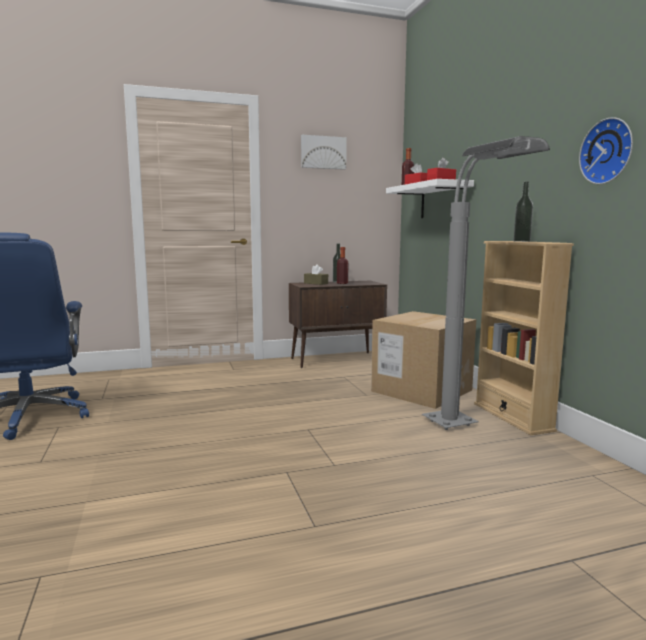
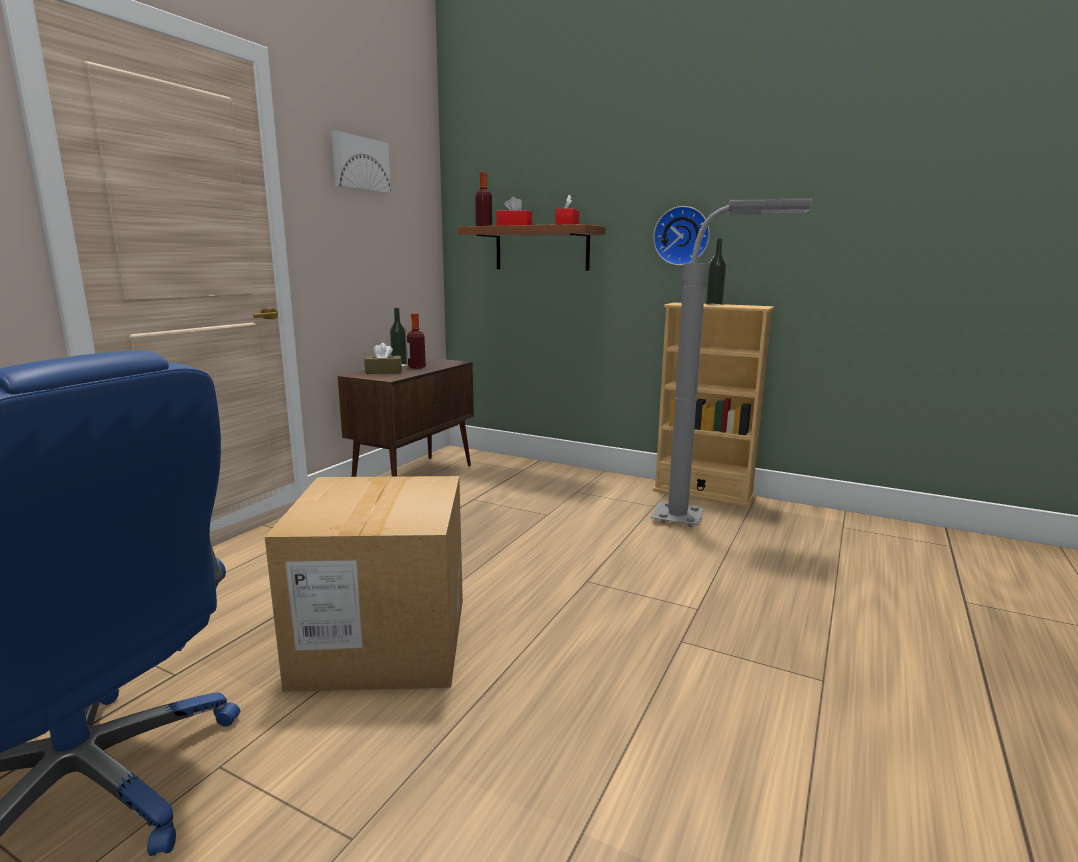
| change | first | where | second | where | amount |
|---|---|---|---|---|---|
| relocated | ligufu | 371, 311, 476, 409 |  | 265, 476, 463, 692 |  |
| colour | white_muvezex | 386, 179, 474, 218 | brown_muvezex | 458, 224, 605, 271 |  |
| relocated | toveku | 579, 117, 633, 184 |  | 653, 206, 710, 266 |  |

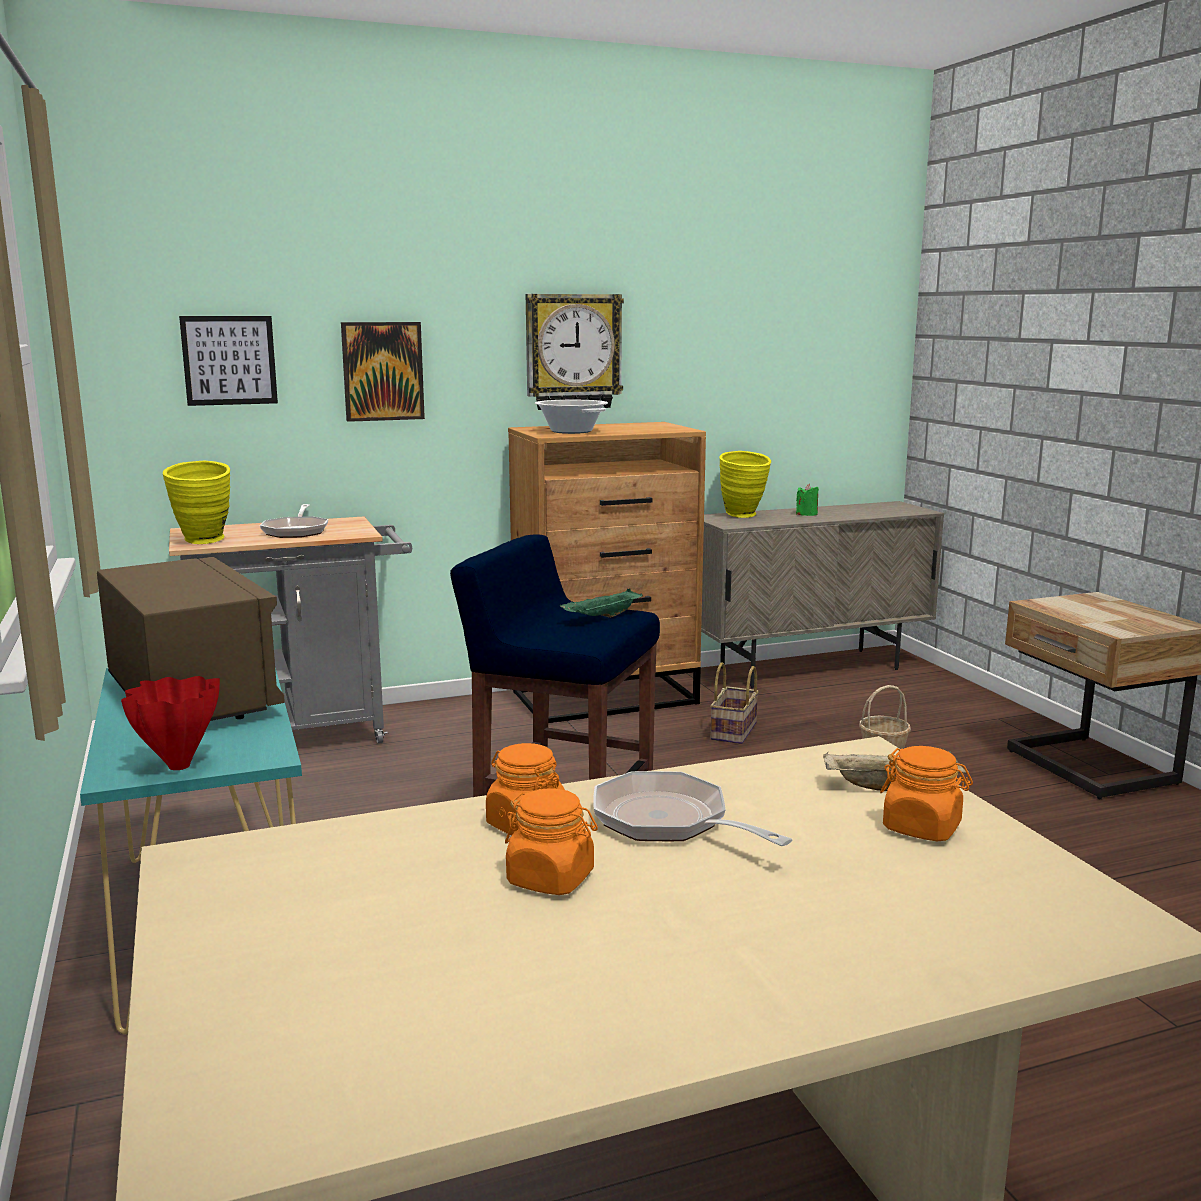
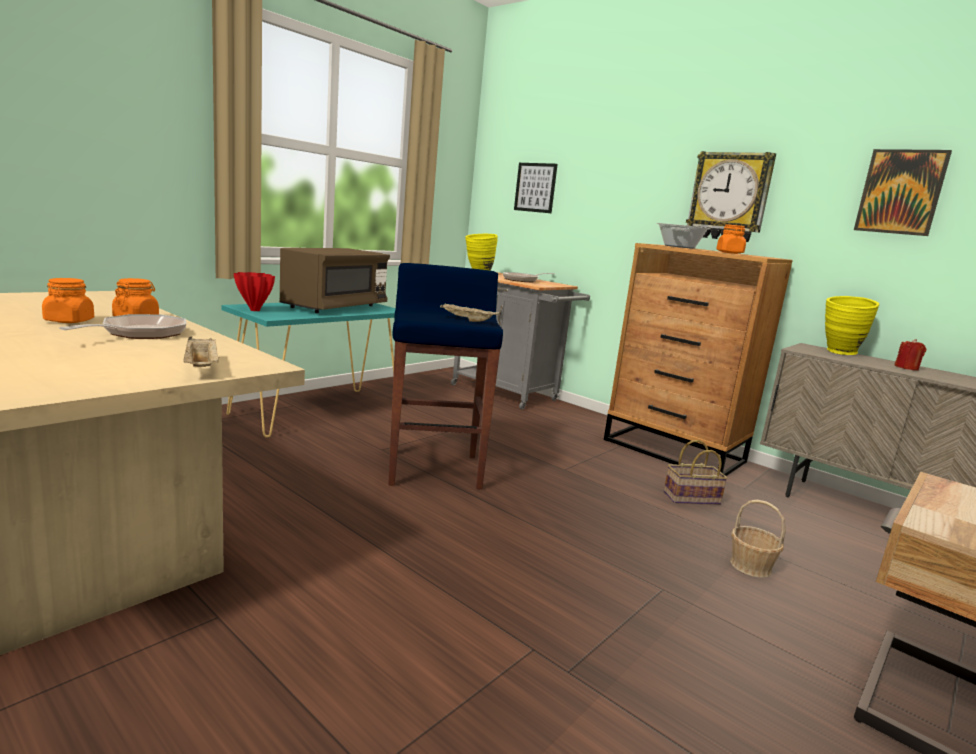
| change | first | where | second | where | amount |
|---|---|---|---|---|---|
| colour | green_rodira | 560, 589, 643, 618 | beige_rodira | 440, 303, 500, 322 |  |
| relocated | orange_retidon | 880, 746, 973, 841 |  | 716, 225, 746, 254 |  |
| relocated | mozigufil | 341, 322, 425, 422 |  | 854, 149, 952, 236 |  |
| colour | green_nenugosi | 796, 484, 819, 516 | red_nenugosi | 895, 339, 926, 371 |  |

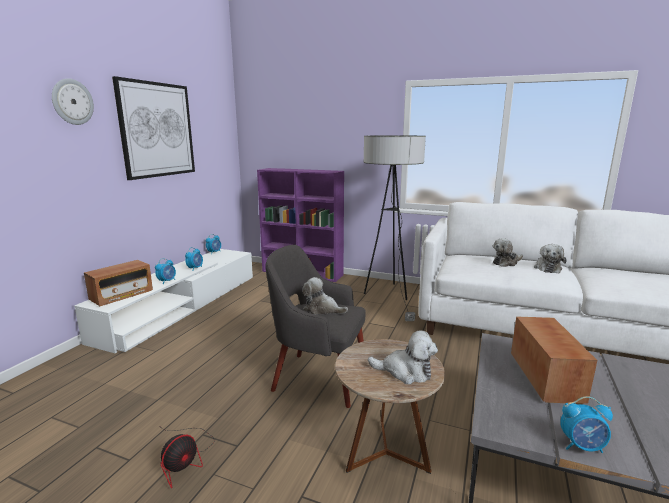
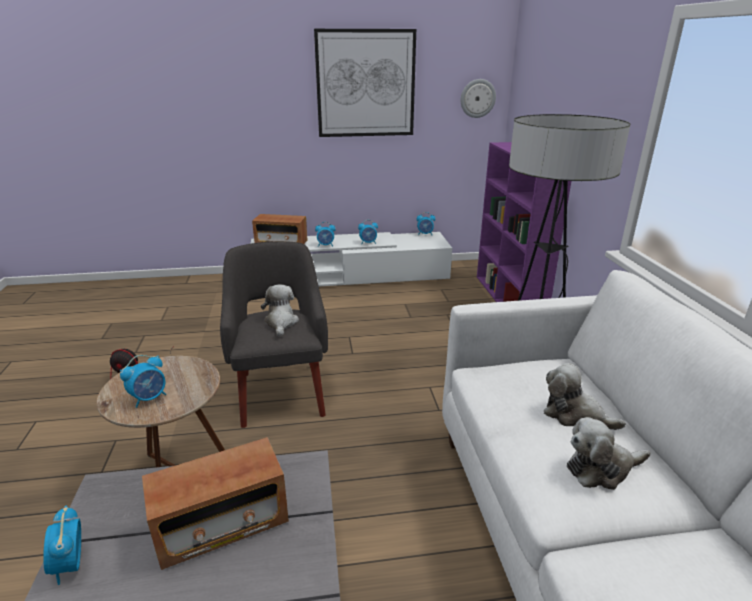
| change | first | where | second | where | amount |
|---|---|---|---|---|---|
| exchanged | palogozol | 368, 331, 438, 384 | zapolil | 120, 355, 166, 408 |  |
| relocated | toveku | 52, 78, 94, 125 |  | 461, 79, 496, 118 |  |

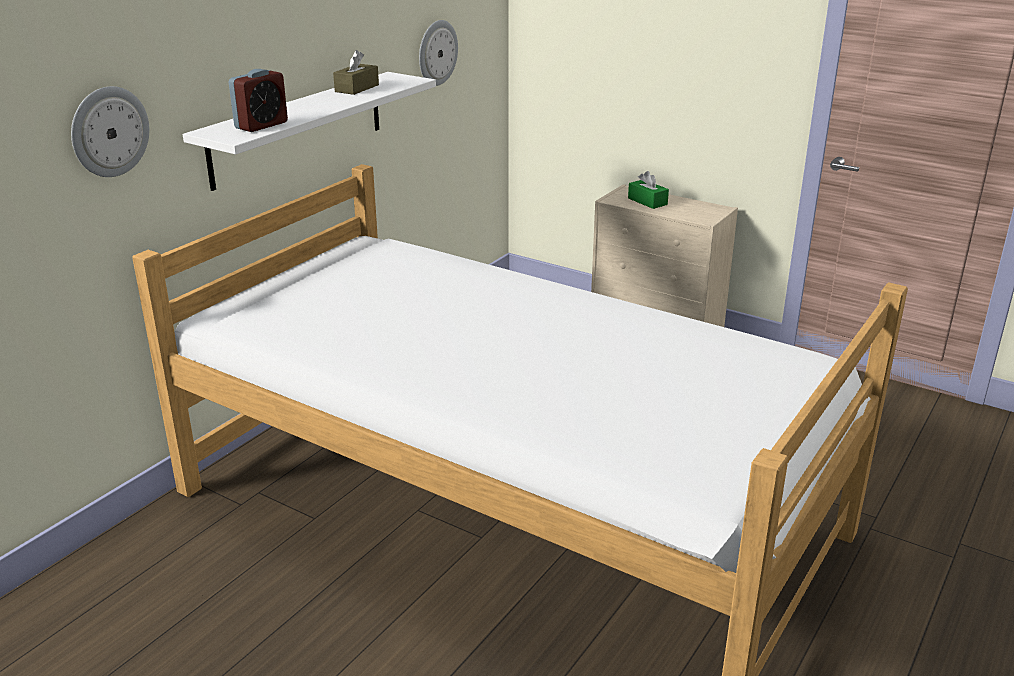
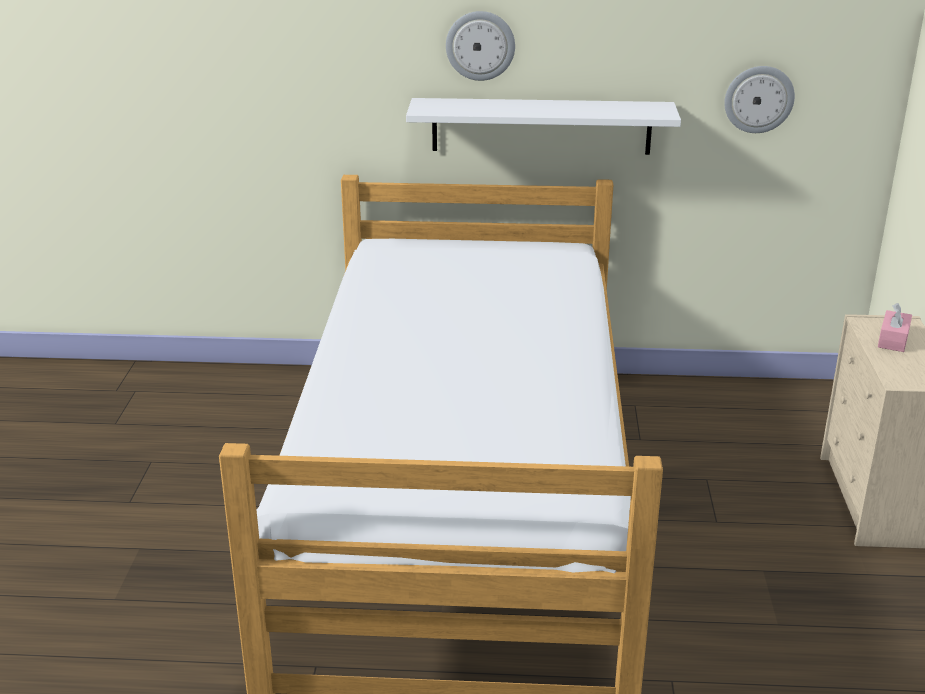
| change | first | where | second | where | amount |
|---|---|---|---|---|---|
| relocated | toveku | 71, 86, 149, 177 |  | 446, 11, 515, 81 |  |
| colour | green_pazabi | 628, 171, 669, 209 | pink_pazabi | 878, 303, 912, 352 |  |
| missing | zapolil | 229, 69, 288, 132 |  |  |  |
| missing | brown_pazabi | 333, 50, 379, 95 |  |  |  |

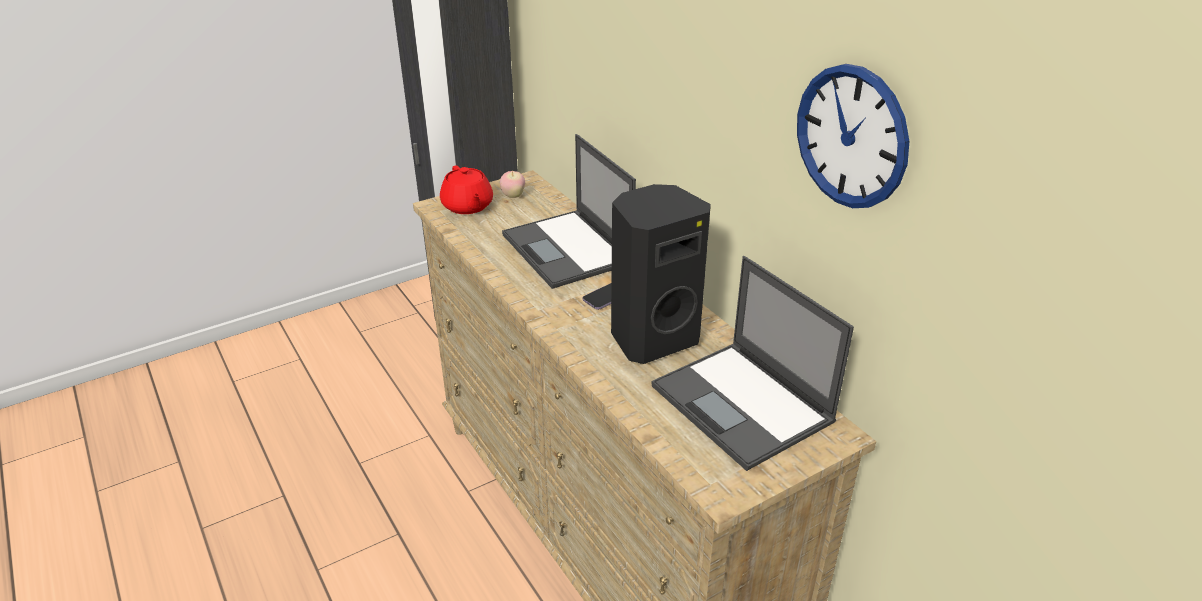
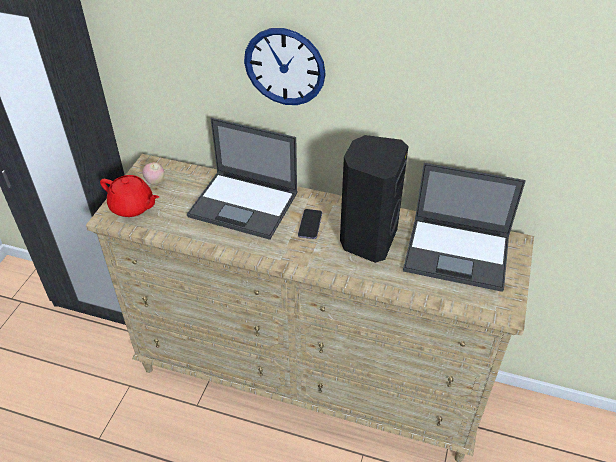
| change | first | where | second | where | amount |
|---|---|---|---|---|---|
| relocated | toveku | 797, 64, 909, 208 |  | 244, 28, 326, 105 |  |

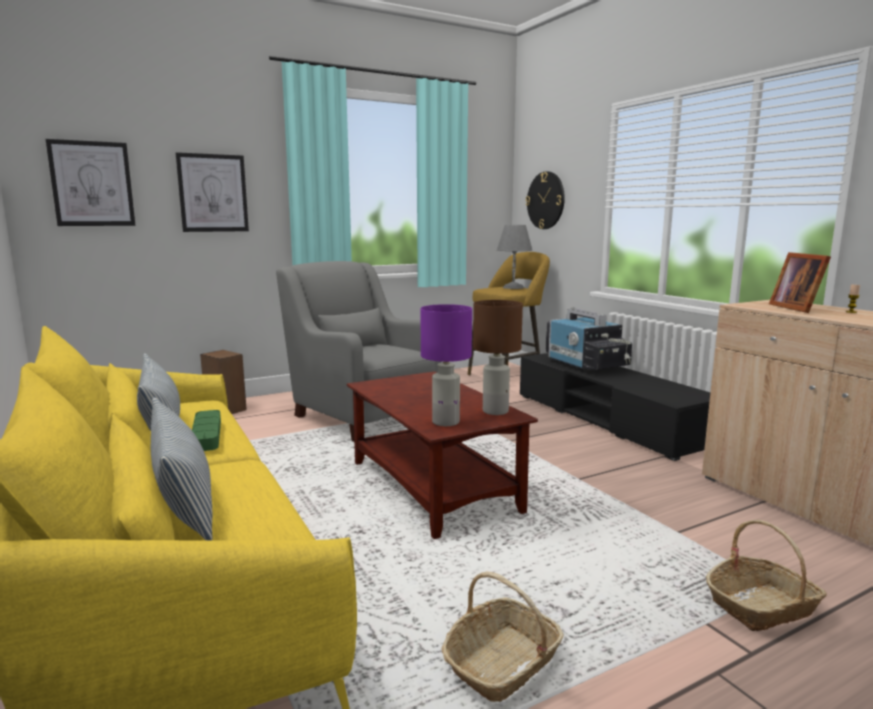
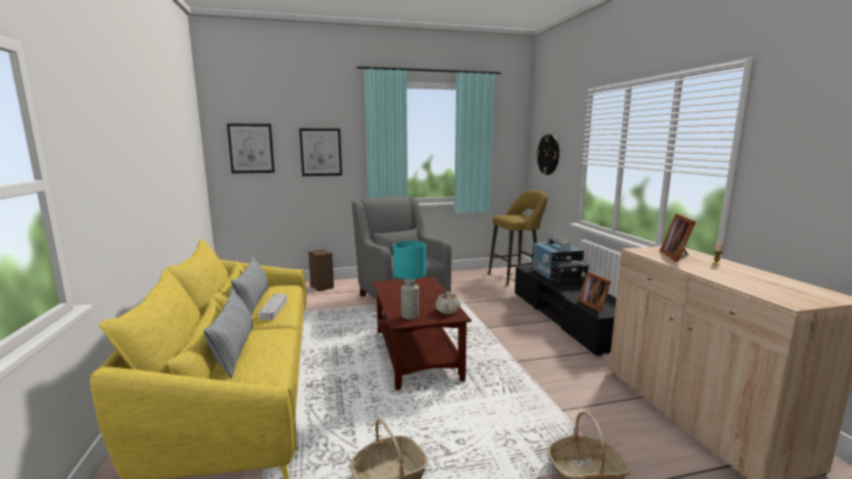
| change | first | where | second | where | amount |
|---|---|---|---|---|---|
| colour | green_rodira | 192, 410, 221, 451 | grey_rodira | 259, 294, 287, 320 |  |
| colour | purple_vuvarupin | 421, 304, 472, 426 | turquoise_vuvarupin | 393, 241, 426, 319 |  |
| exchanged | brown_vuvarupin | 473, 300, 523, 415 | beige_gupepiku | 436, 292, 461, 314 |  |
| appeared |  |  | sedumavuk | 578, 271, 611, 312 |  |
| missing | grey_vuvarupin | 497, 225, 532, 289 |  |  |  |

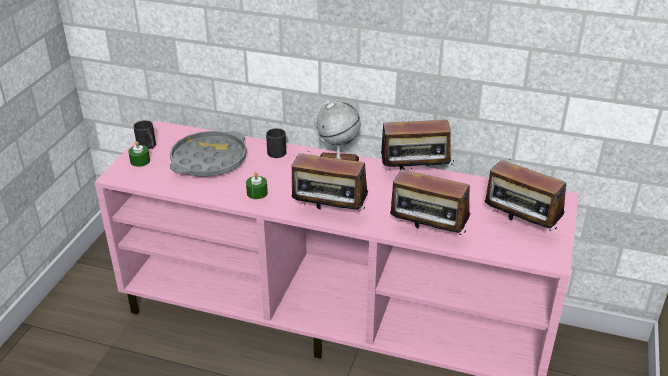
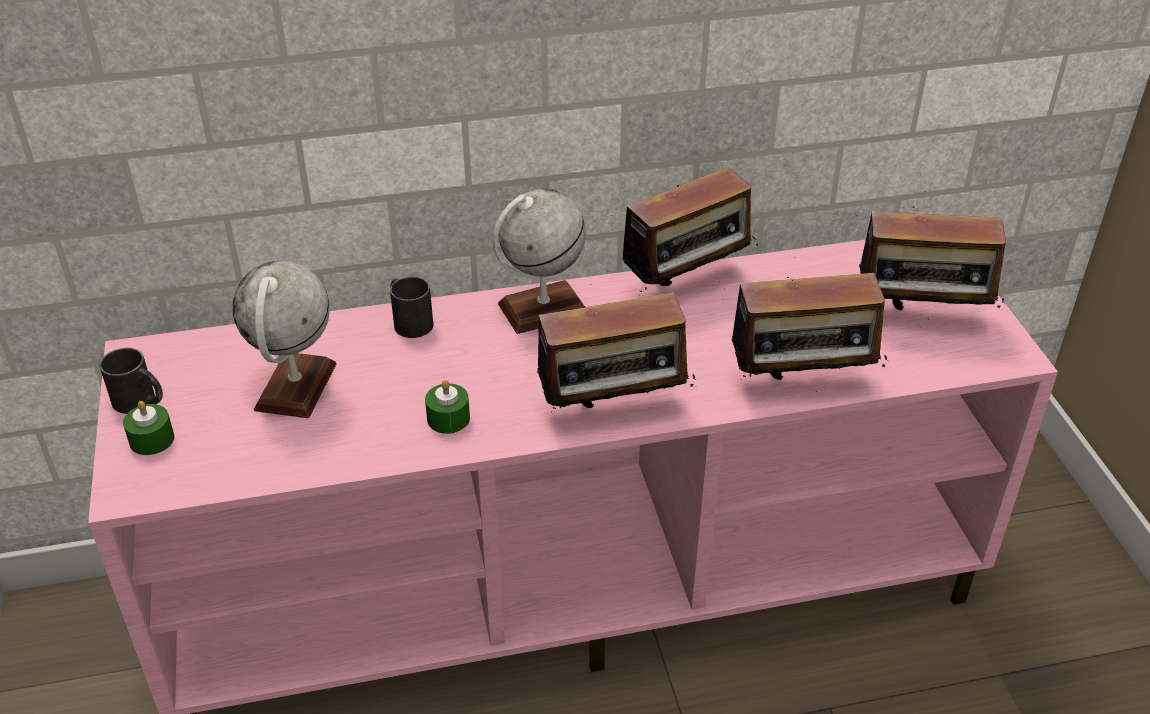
| change | first | where | second | where | amount |
|---|---|---|---|---|---|
| exchanged | grey_rodira | 170, 131, 247, 177 | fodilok | 233, 261, 336, 418 |  |

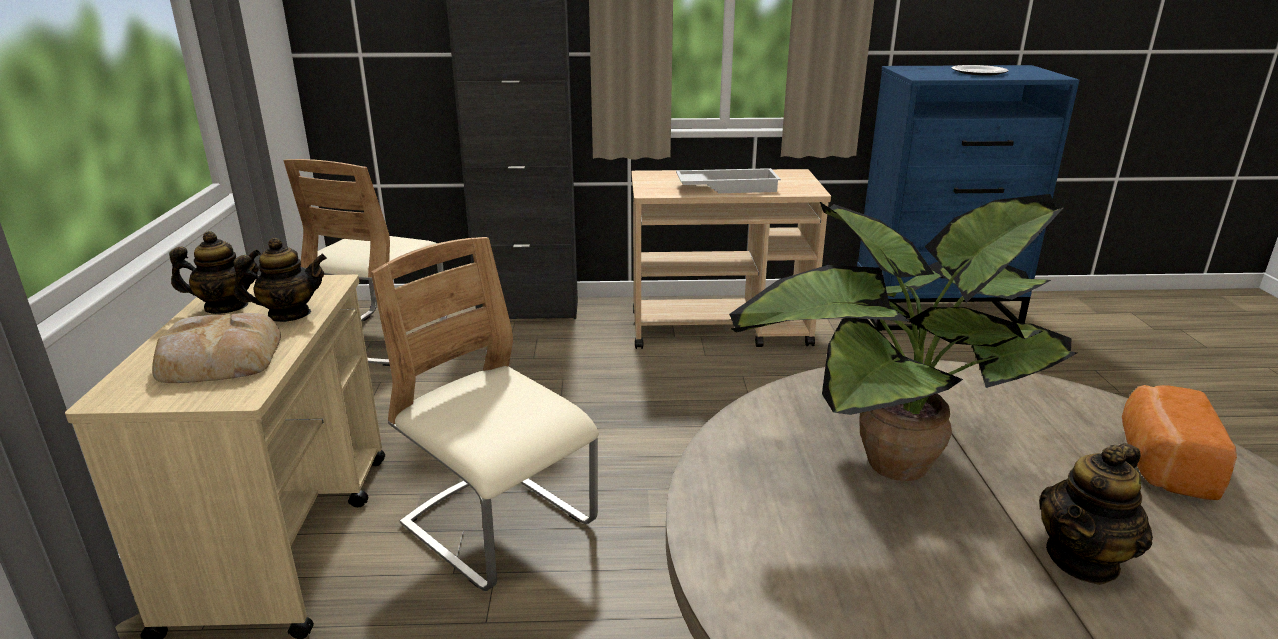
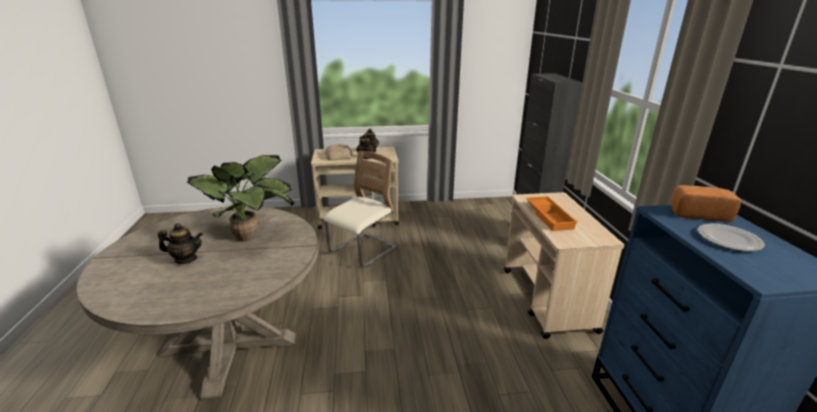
| change | first | where | second | where | amount |
|---|---|---|---|---|---|
| spun | gupepiku | 1039, 443, 1153, 585 |  | 158, 223, 203, 264 | 135 degrees clockwise |
| colour | white_rodira | 676, 168, 781, 193 | orange_rodira | 526, 196, 578, 231 |  |
| relocated | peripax | 1122, 385, 1237, 500 |  | 671, 185, 741, 222 |  |
| missing | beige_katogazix | 283, 159, 447, 366 |  |  |  |

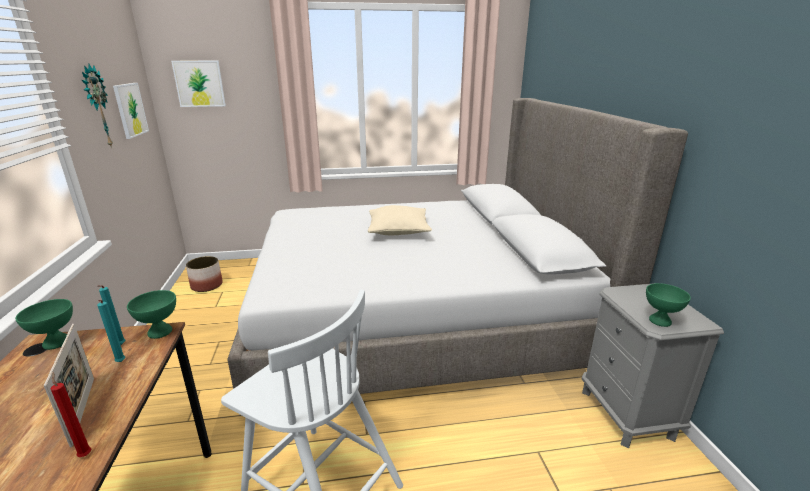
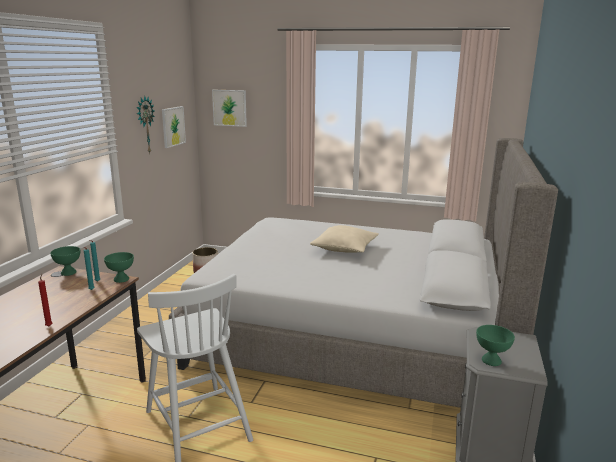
| change | first | where | second | where | amount |
|---|---|---|---|---|---|
| missing | sedumavuk | 44, 324, 94, 448 |  |  |  |

